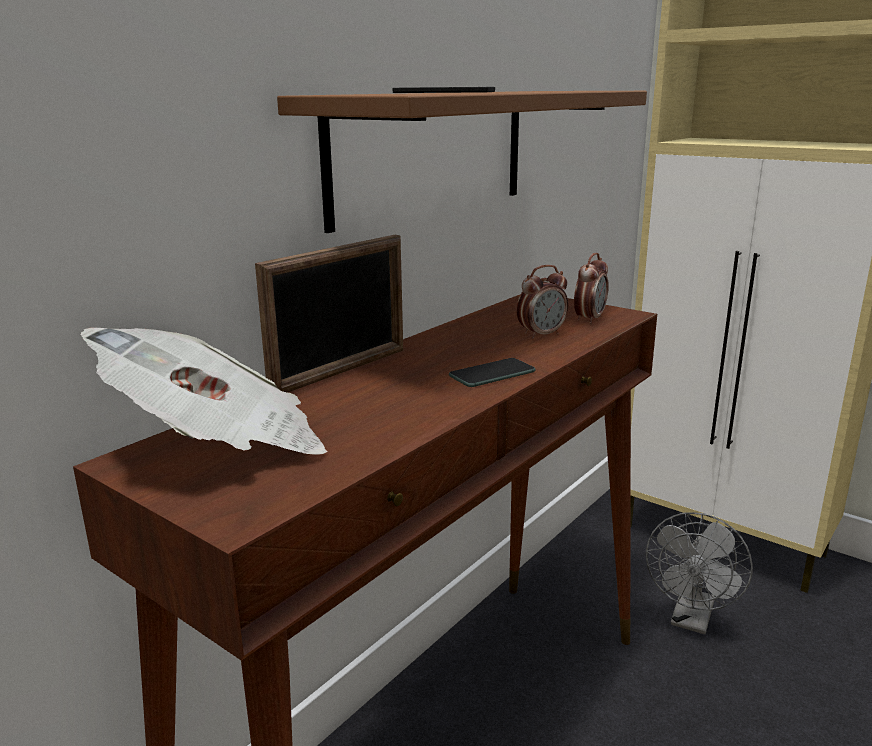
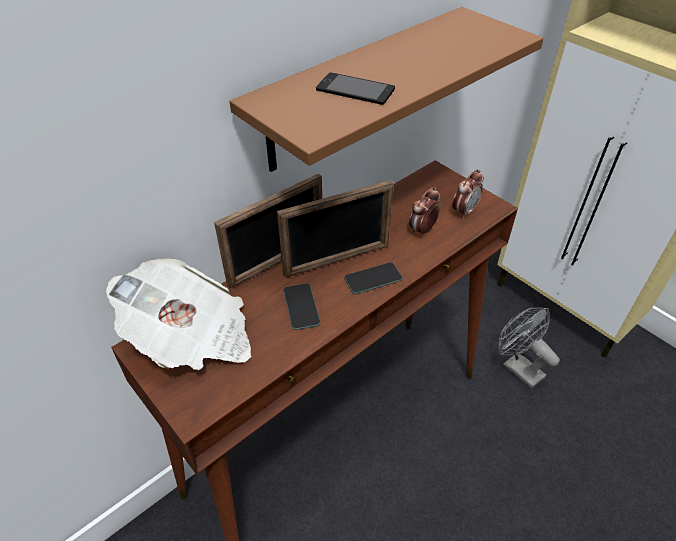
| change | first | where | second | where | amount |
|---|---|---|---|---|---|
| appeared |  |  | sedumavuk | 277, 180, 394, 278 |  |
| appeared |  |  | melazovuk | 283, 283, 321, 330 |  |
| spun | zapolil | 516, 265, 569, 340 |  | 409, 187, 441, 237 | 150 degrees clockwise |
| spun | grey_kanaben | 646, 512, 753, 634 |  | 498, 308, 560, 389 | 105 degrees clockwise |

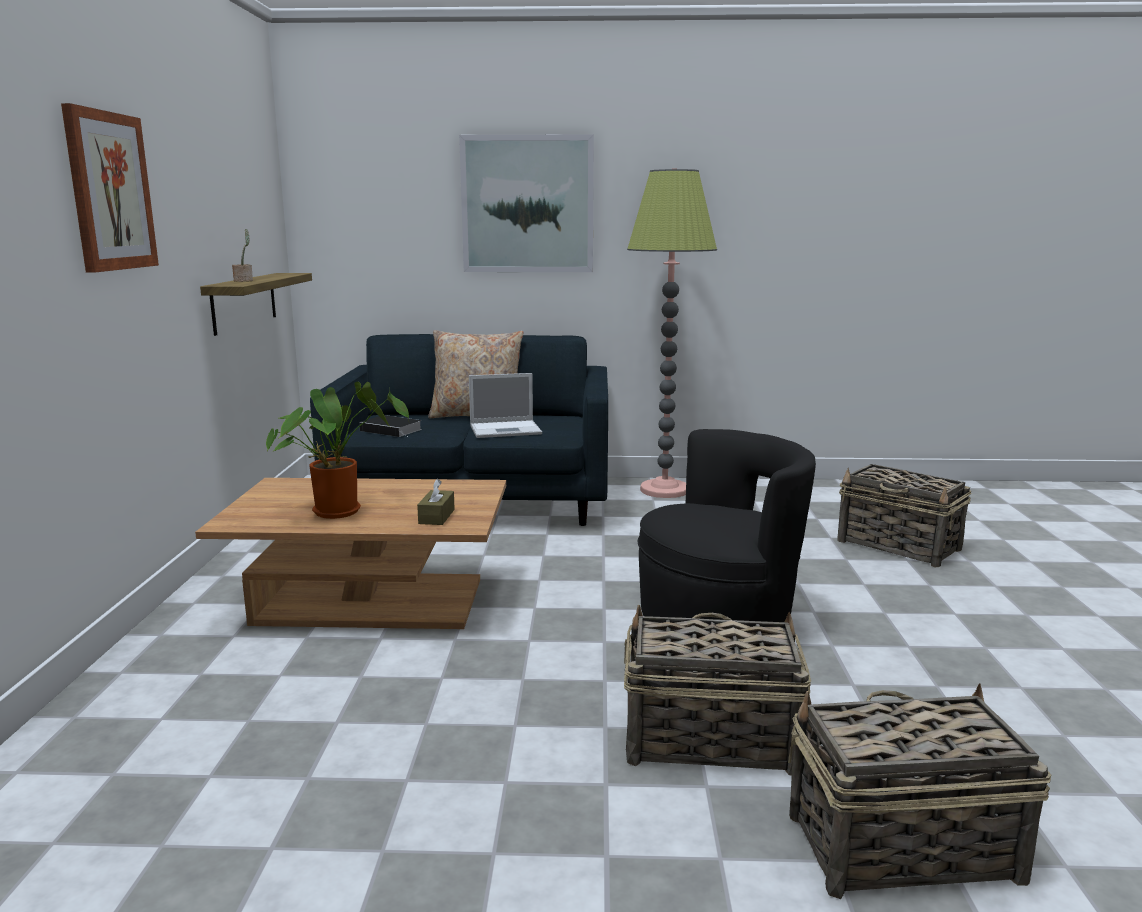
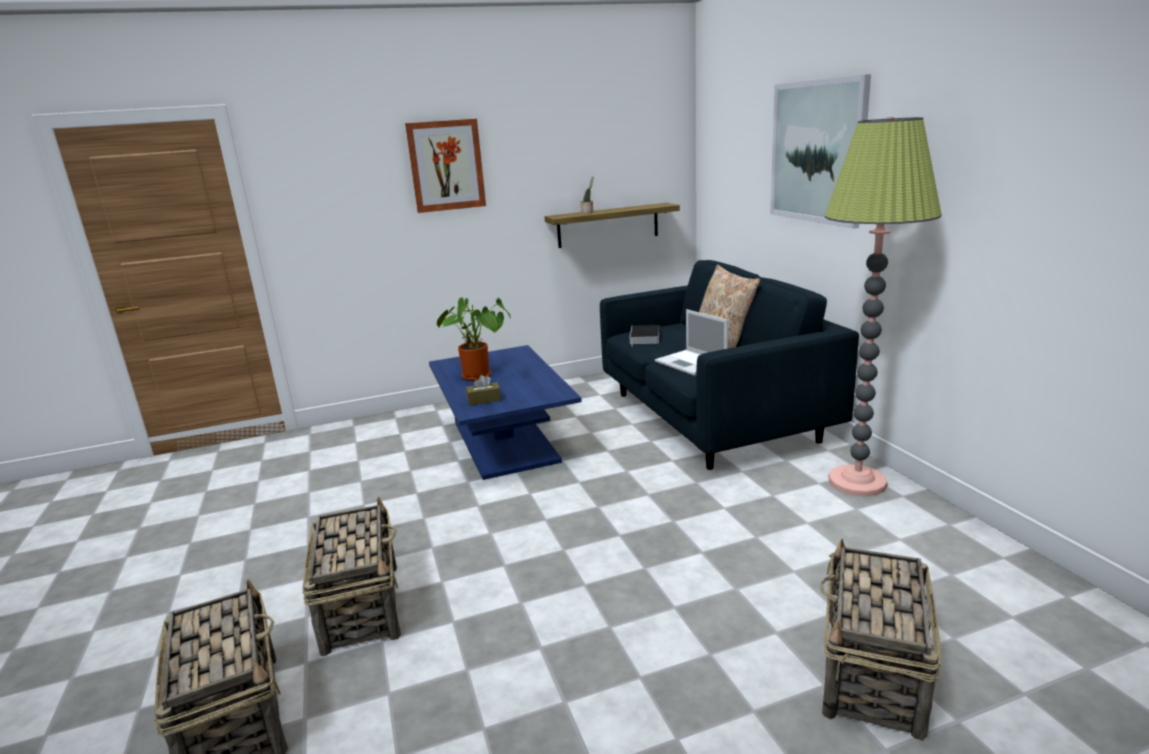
| change | first | where | second | where | amount |
|---|---|---|---|---|---|
| colour | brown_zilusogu | 195, 478, 506, 629 | blue_zilusogu | 429, 345, 582, 480 |  |
| missing | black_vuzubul | 638, 429, 816, 622 |  |  |  |

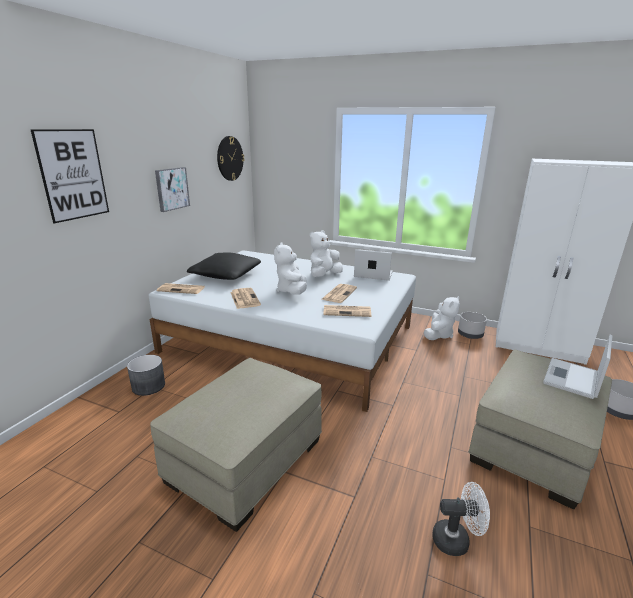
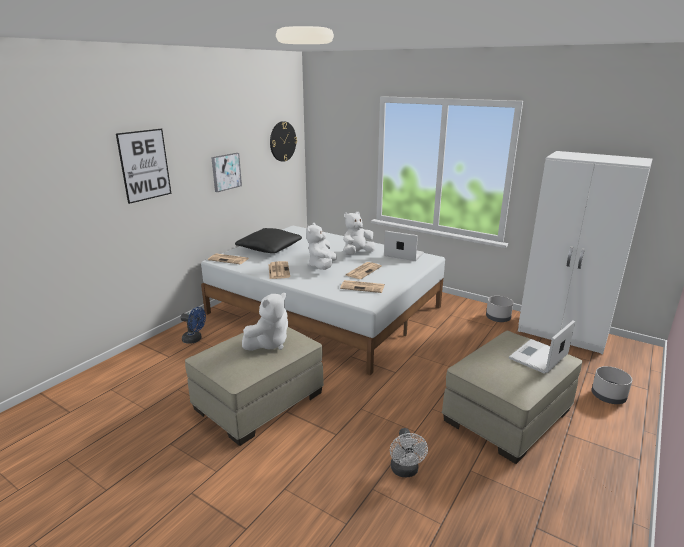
| change | first | where | second | where | amount |
|---|---|---|---|---|---|
| exchanged | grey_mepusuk | 127, 355, 165, 396 | blue_kanaben | 180, 307, 206, 344 |  |
| relocated | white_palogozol | 424, 296, 460, 340 |  | 242, 293, 288, 351 |  |
| spun | white_kanaben | 432, 482, 490, 556 |  | 390, 428, 428, 477 | 75 degrees clockwise |

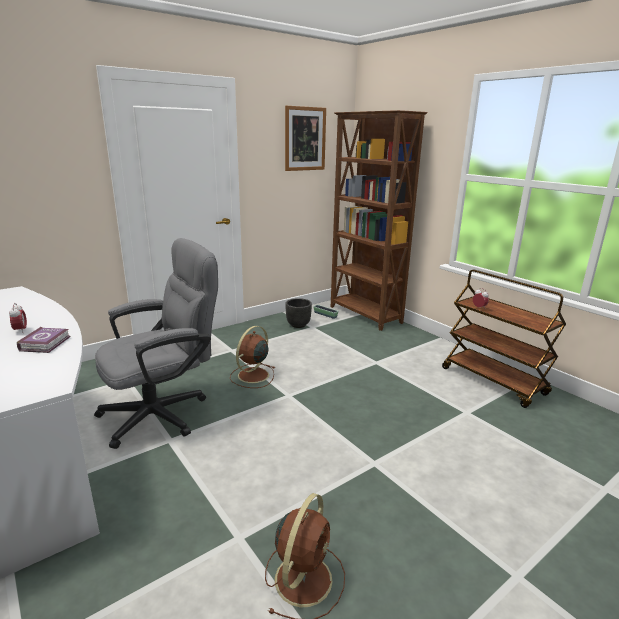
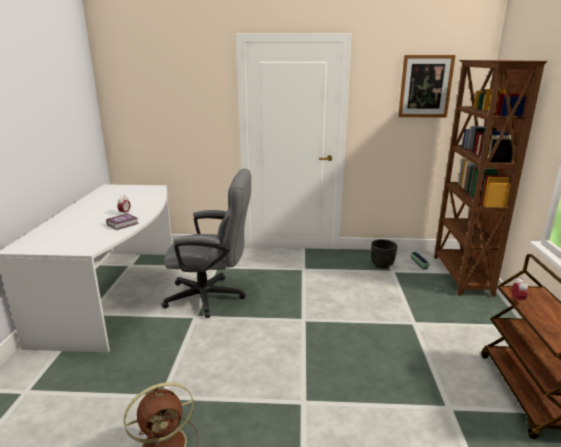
| change | first | where | second | where | amount |
|---|---|---|---|---|---|
| missing | brown_kanaben | 230, 326, 275, 388 |  |  |  |

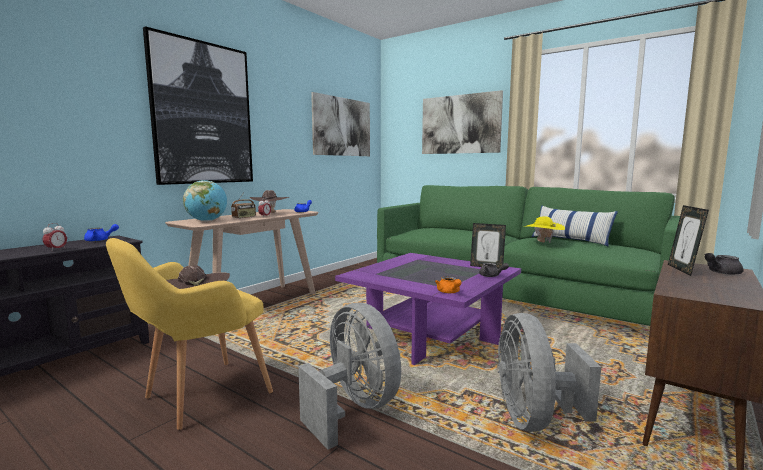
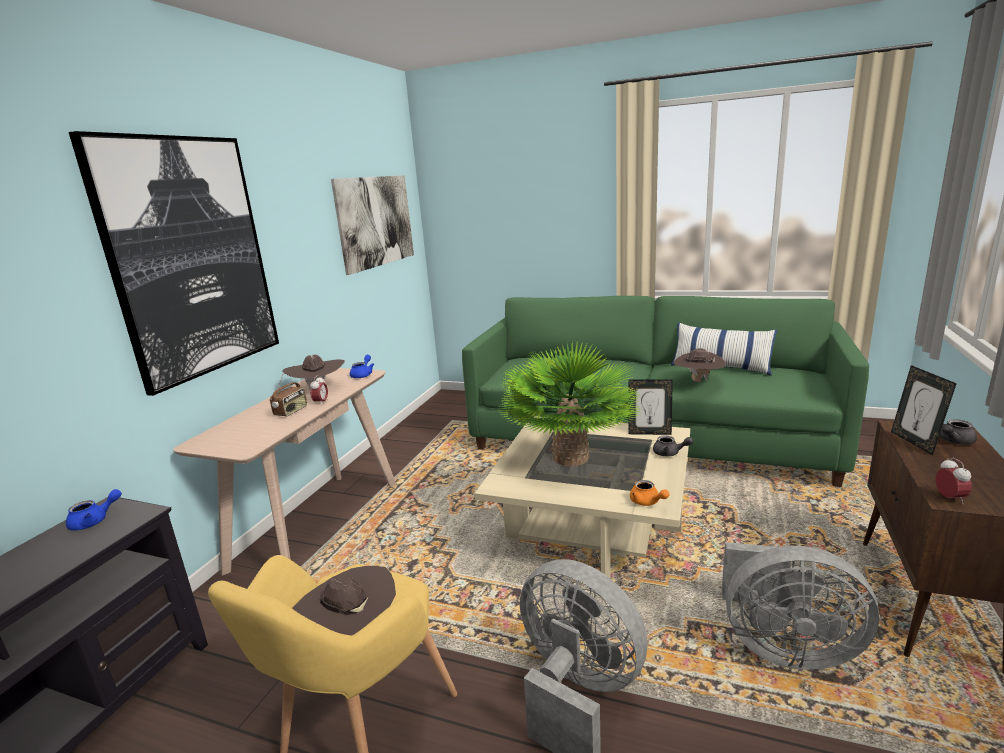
| change | first | where | second | where | amount |
|---|---|---|---|---|---|
| colour | purple_zilusogu | 335, 253, 521, 365 | beige_zilusogu | 474, 416, 690, 578 |  |
| appeared |  |  | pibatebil | 498, 341, 639, 466 |  |
| colour | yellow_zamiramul | 523, 216, 565, 243 | brown_zamiramul | 674, 348, 726, 382 |  |
| spun | grey_kanaben | 497, 313, 601, 432 |  | 722, 542, 879, 670 | 60 degrees counterclockwise |
| relocated | zapolil | 43, 223, 67, 250 |  | 935, 458, 972, 504 |  |
| missing | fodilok | 183, 180, 227, 221 |  |  |  |
| missing | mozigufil | 422, 90, 503, 154 |  |  |  |

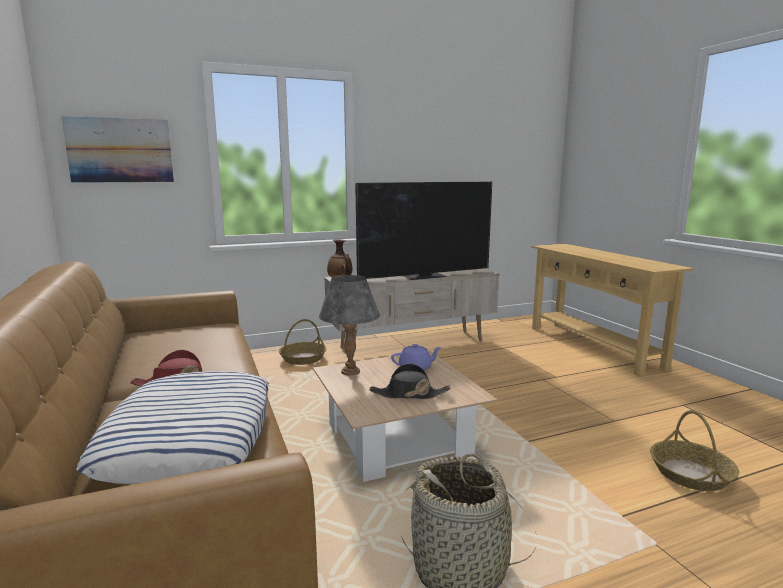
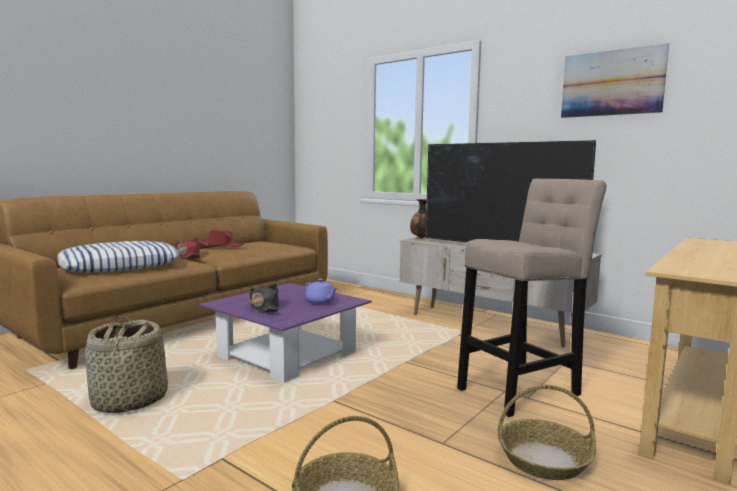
| change | first | where | second | where | amount |
|---|---|---|---|---|---|
| colour | beige_zilusogu | 313, 351, 497, 482 | purple_zilusogu | 198, 283, 372, 383 |  |
| appeared |  |  | red_zamiramul | 199, 230, 245, 247 |  |
| appeared |  |  | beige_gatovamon | 457, 179, 606, 417 |  |
| relocated | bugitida | 279, 319, 327, 365 |  | 498, 385, 596, 480 |  |
| relocated | mozigufil | 61, 116, 174, 183 |  | 561, 43, 669, 118 |  |
| missing | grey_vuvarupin | 319, 275, 380, 376 |  |  |  |

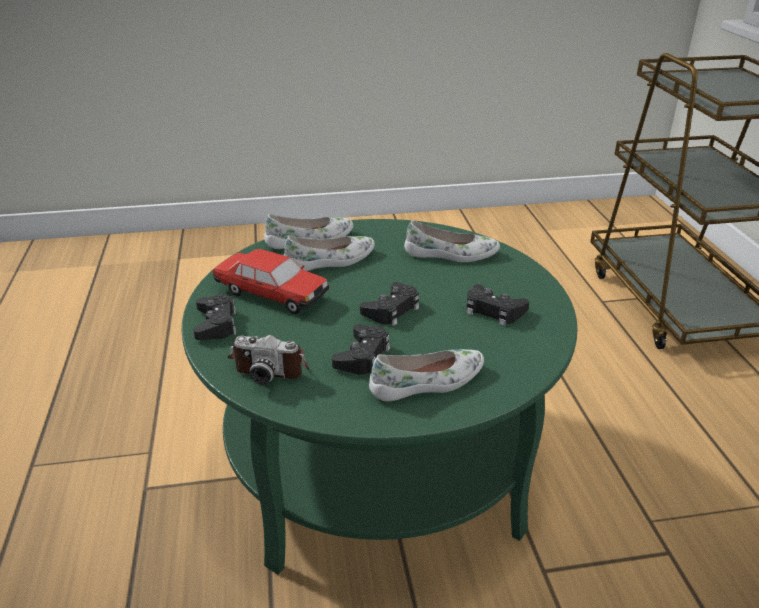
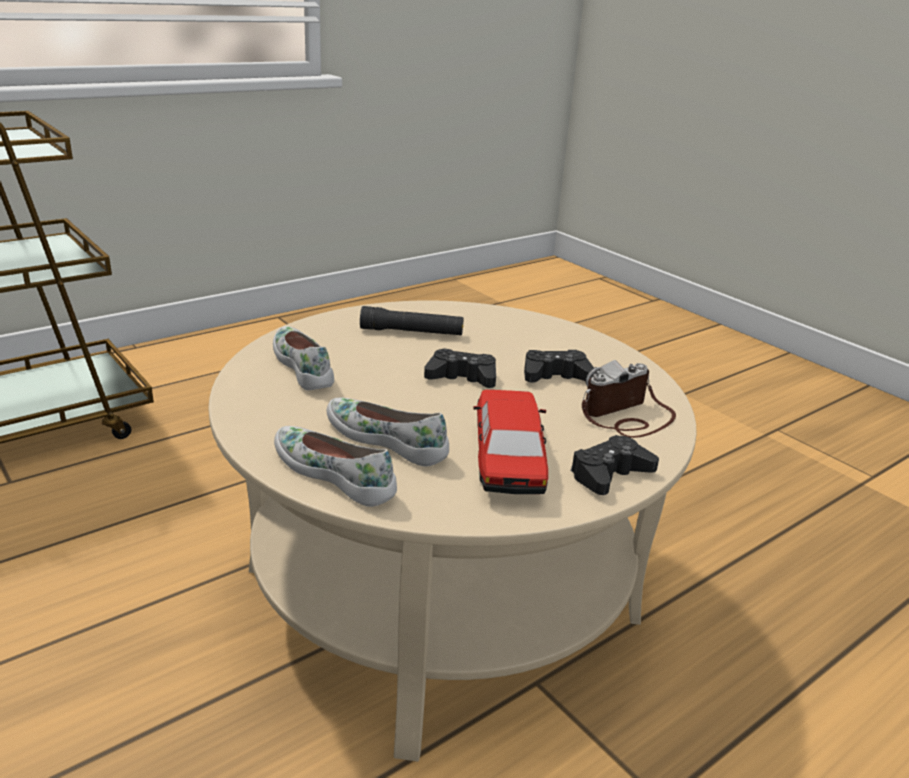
| change | first | where | second | where | amount |
|---|---|---|---|---|---|
| colour | green_zilusogu | 182, 219, 578, 575 | beige_zilusogu | 209, 301, 697, 762 |  |
| exchanged | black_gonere | 466, 284, 529, 326 | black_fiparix | 360, 306, 463, 335 |  |
| spun | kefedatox | 227, 335, 310, 384 |  | 582, 360, 676, 438 | 105 degrees counterclockwise |
| missing | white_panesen | 369, 349, 484, 401 |  |  |  |

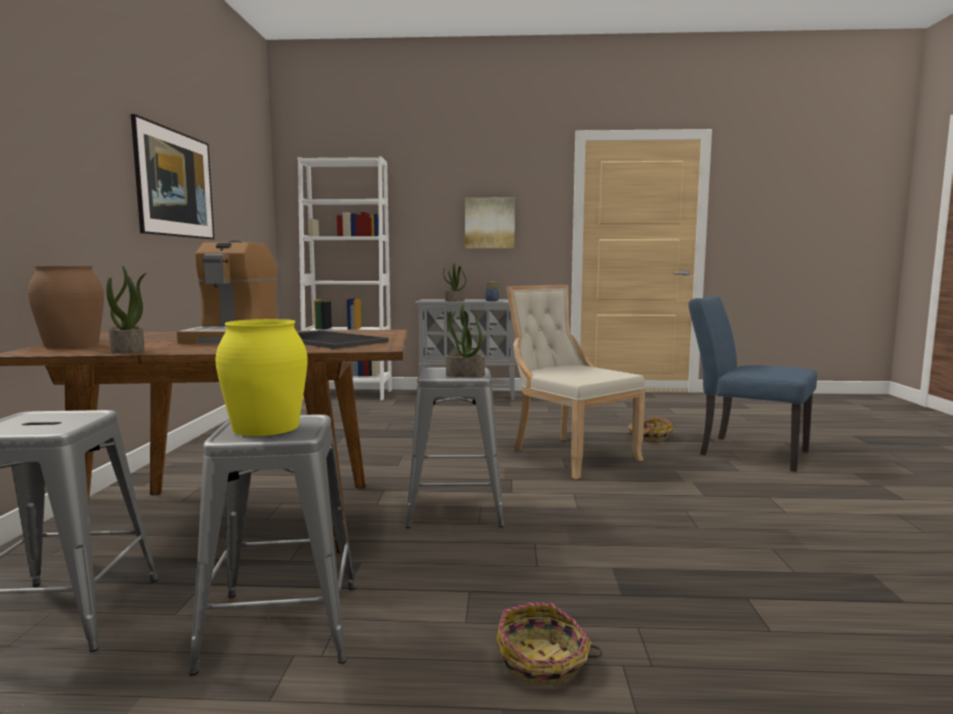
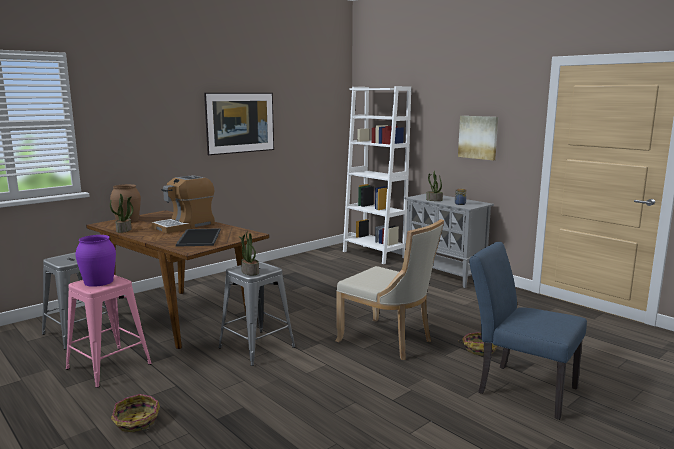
| change | first | where | second | where | amount |
|---|---|---|---|---|---|
| colour | grey_gatovamon | 189, 414, 356, 675 | pink_gatovamon | 66, 275, 152, 388 |  |
| colour | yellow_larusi | 215, 319, 308, 436 | purple_larusi | 76, 235, 116, 287 |  |
| spun | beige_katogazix | 506, 285, 646, 479 |  | 336, 219, 444, 360 | 120 degrees clockwise |
| spun | blue_katogazix | 688, 296, 817, 472 |  | 469, 242, 587, 420 | 45 degrees counterclockwise |

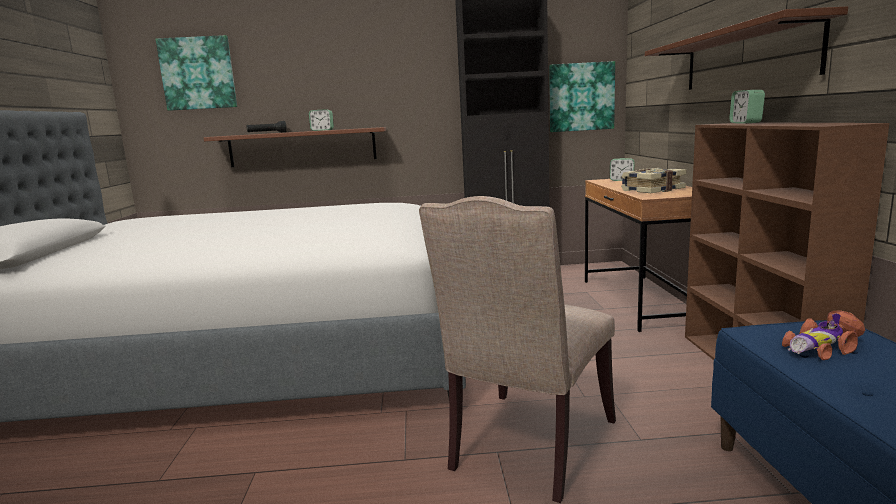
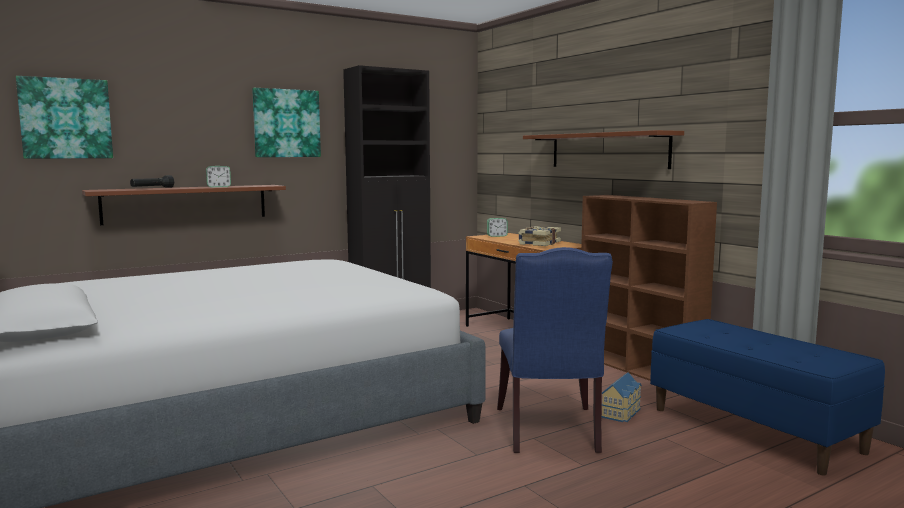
| change | first | where | second | where | amount |
|---|---|---|---|---|---|
| relocated | mozigufil | 549, 61, 615, 132 |  | 252, 88, 321, 157 |  |
| colour | beige_katogazix | 419, 196, 616, 503 | blue_katogazix | 497, 247, 613, 453 |  |
| appeared |  |  | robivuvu | 601, 372, 642, 422 |  |
| missing | zapolil | 729, 90, 765, 123 |  |  |  |
| missing | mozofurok | 782, 310, 865, 360 |  |  |  |

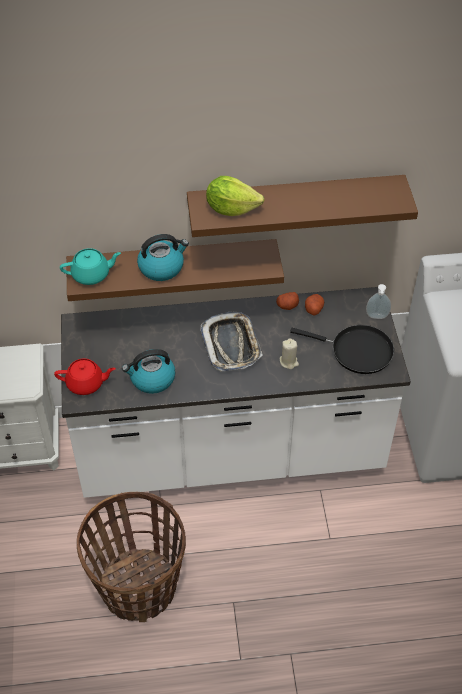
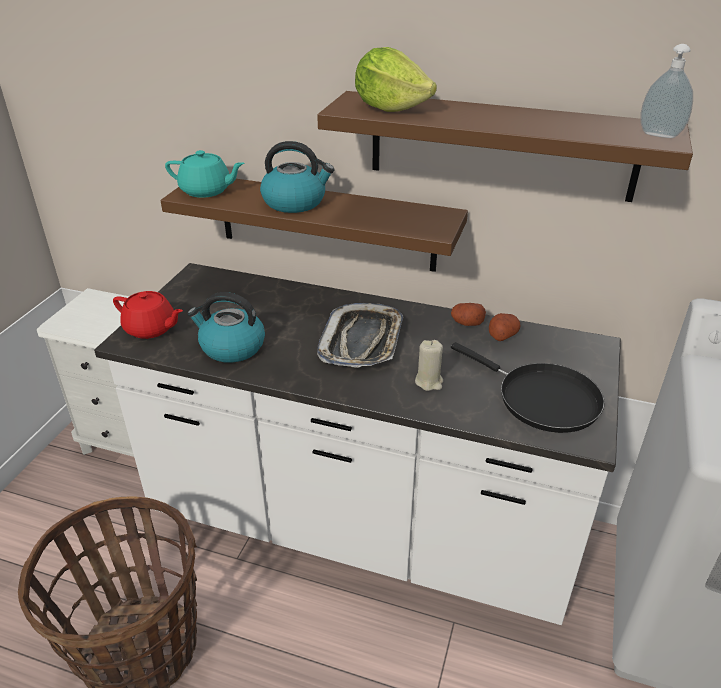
| change | first | where | second | where | amount |
|---|---|---|---|---|---|
| relocated | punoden | 366, 284, 391, 319 |  | 640, 44, 693, 138 |  |

